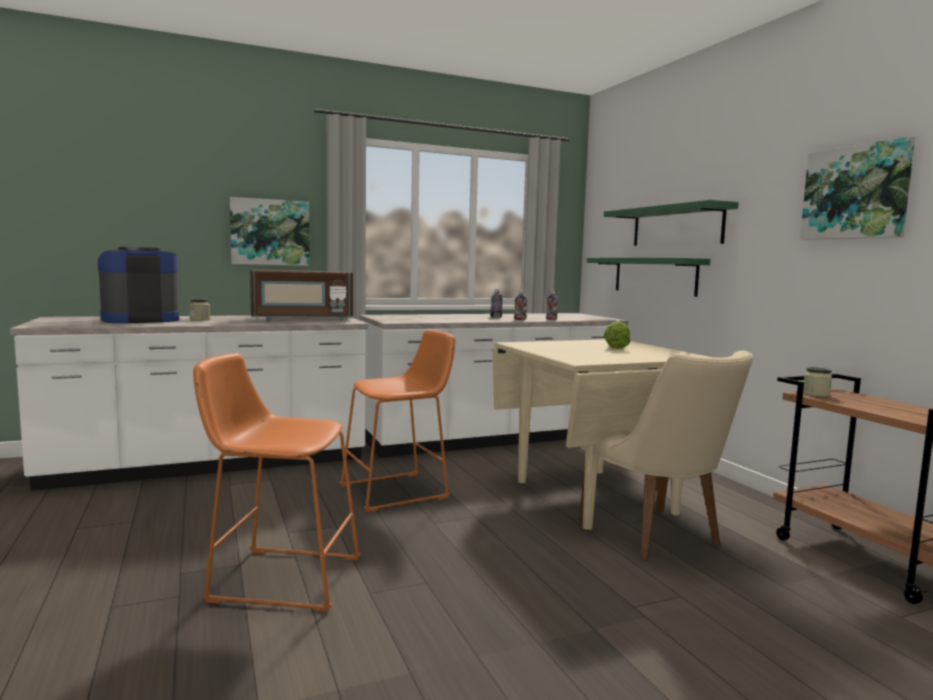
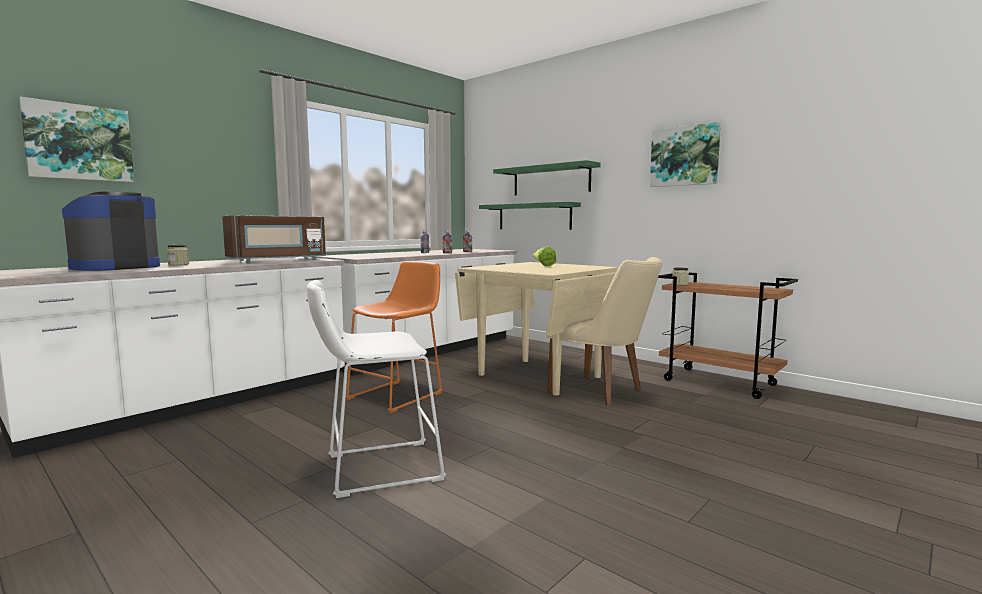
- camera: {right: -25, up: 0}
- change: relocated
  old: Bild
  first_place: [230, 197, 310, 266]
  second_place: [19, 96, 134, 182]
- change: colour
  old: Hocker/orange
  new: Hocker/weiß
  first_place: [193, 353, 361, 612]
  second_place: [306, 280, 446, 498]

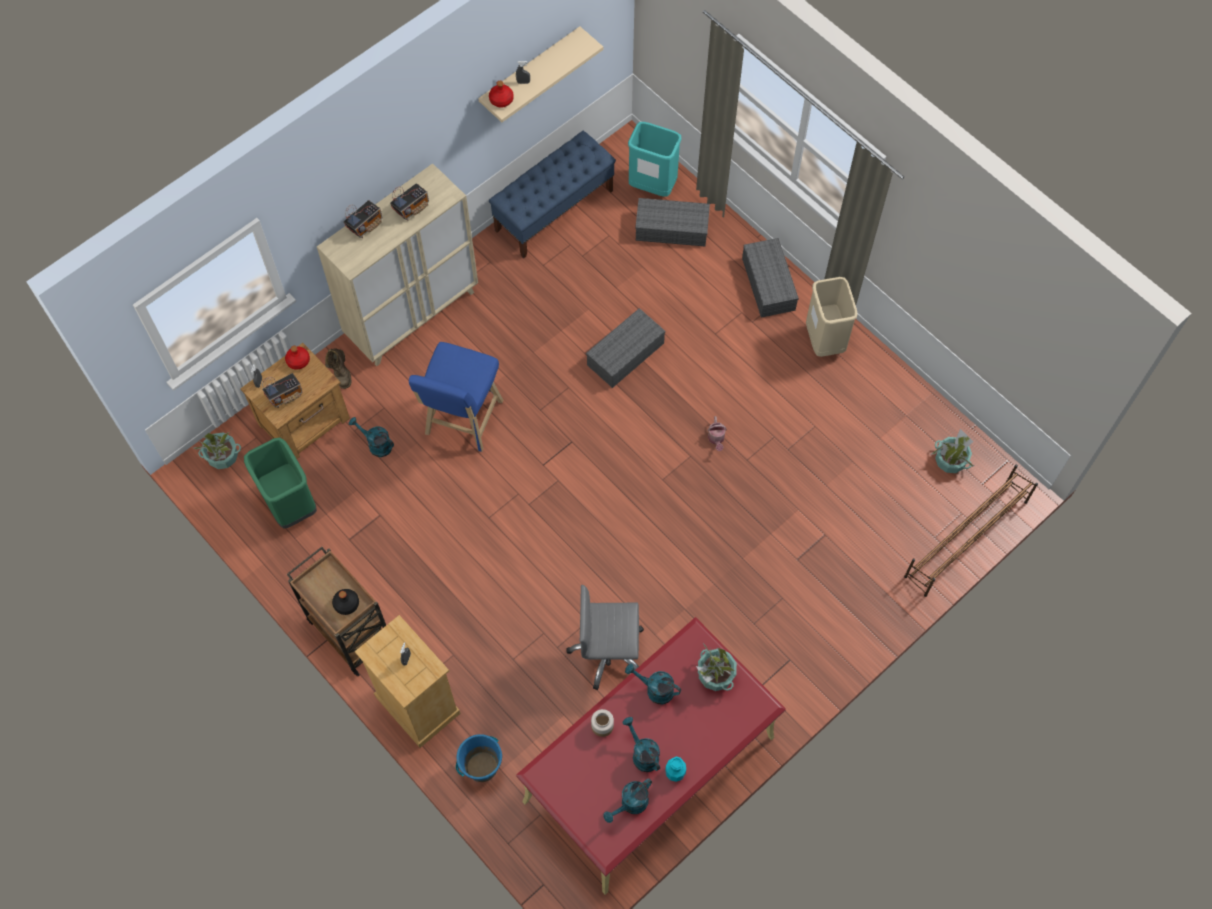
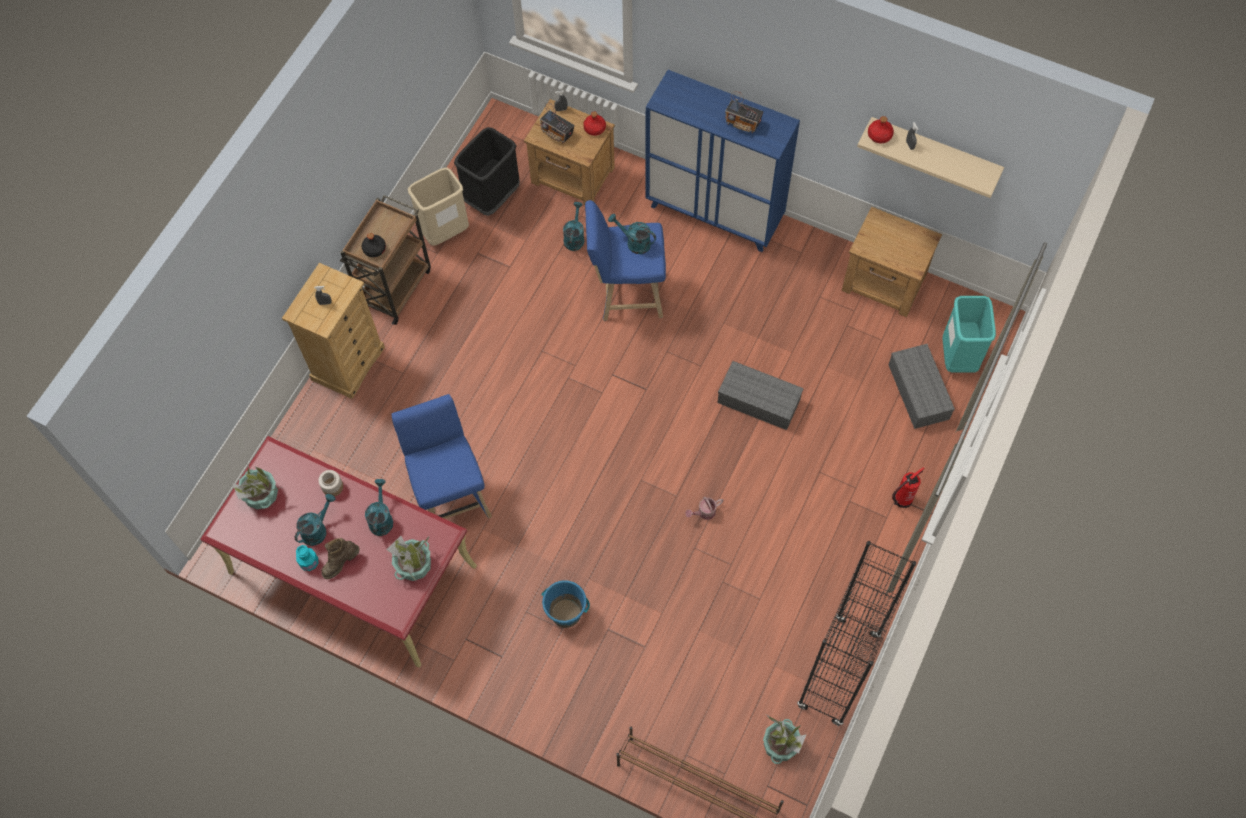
- camera: {right: 70, up: 0}
- change: exchanged
  old: Bank/blau
  new: Nachttisch/braun
  first_place: [489, 131, 616, 258]
  second_place: [842, 207, 942, 317]
- change: colour
  old: Schrank/beige
  new: Schrank/blau
  first_place: [317, 163, 478, 366]
  second_place: [645, 70, 800, 252]
- change: missing
  old: Radio
  first_place: [343, 200, 383, 238]
- change: exchanged
  old: Aufbewahrungsbox/grau
  new: Feuerlöscher
  first_place: [742, 238, 799, 318]
  second_place: [892, 467, 925, 508]
- change: relocated
  old: Mülleimer/beige
  first_place: [806, 277, 858, 357]
  second_place: [408, 168, 469, 246]
- change: relocated
  old: Stiefel/braun
  first_place: [325, 348, 351, 389]
  second_place: [322, 538, 360, 579]
- change: relocated
  old: Topfpflanze
  first_place: [194, 431, 241, 469]
  second_place: [232, 465, 282, 510]
- change: colour
  old: Mülleimer/grün
  new: Mülleimer/schwarz
  first_place: [244, 438, 317, 529]
  second_place: [454, 127, 520, 216]
- change: exchanged
  old: Bürostuhl/grau
  new: Hocker/blau
  first_place: [566, 585, 644, 690]
  second_place: [392, 394, 492, 519]
- change: relocated
  old: Eimer/blau
  first_place: [456, 734, 502, 782]
  second_place: [541, 580, 590, 628]
- change: relocated
  old: Gießkanne/türkis
  first_place: [603, 778, 652, 823]
  second_place: [608, 214, 656, 254]
- change: appeared
  new: Bücherregal/schwarz
  second_place: [797, 541, 916, 727]

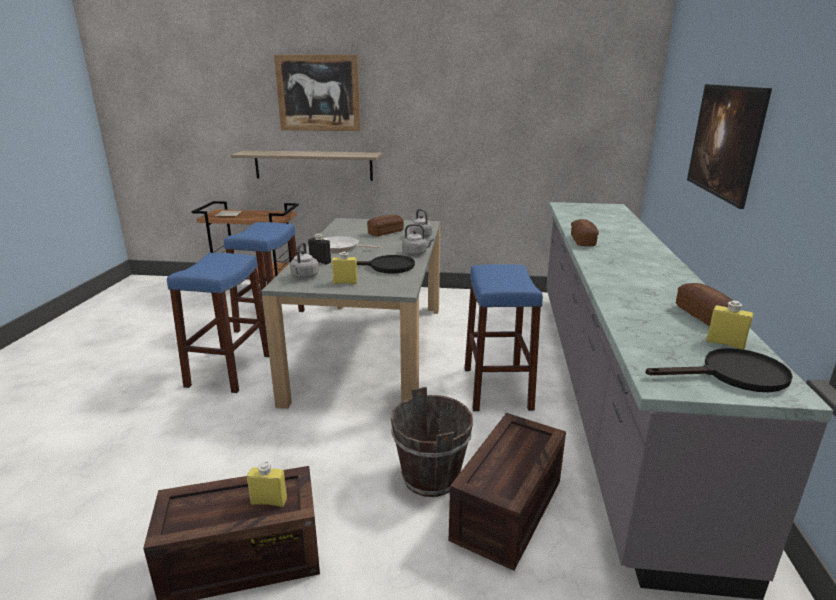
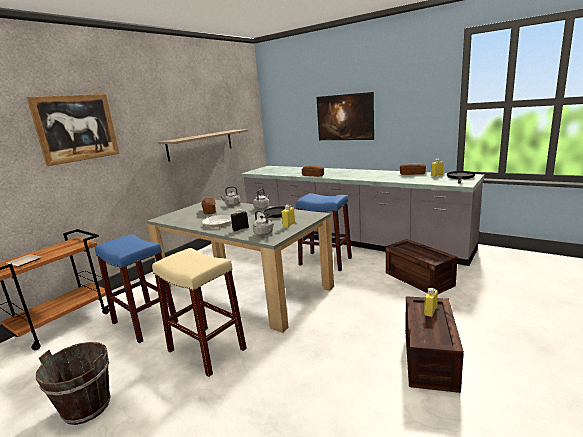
- camera: {right: -60, up: -5}
- change: relocated
  old: Wandregal
  first_place: [231, 150, 382, 181]
  second_place: [158, 129, 248, 162]
- change: colour
  old: Hocker/blau
  new: Hocker/beige
  first_place: [167, 253, 269, 393]
  second_place: [152, 248, 247, 377]
- change: relocated
  old: Eimer/braun
  first_place: [391, 387, 473, 497]
  second_place: [36, 342, 111, 425]

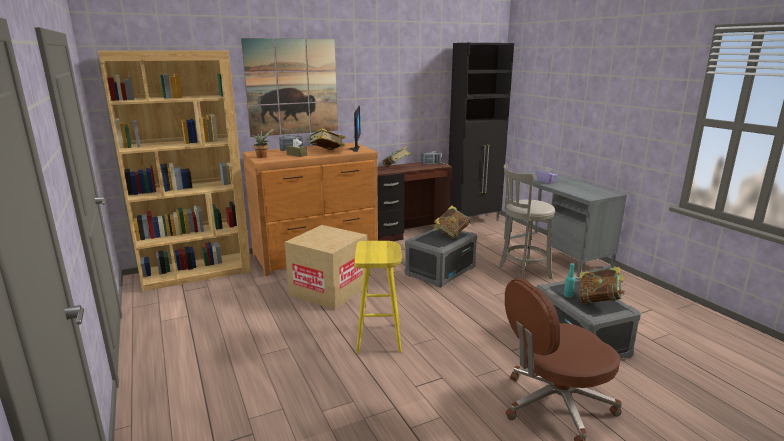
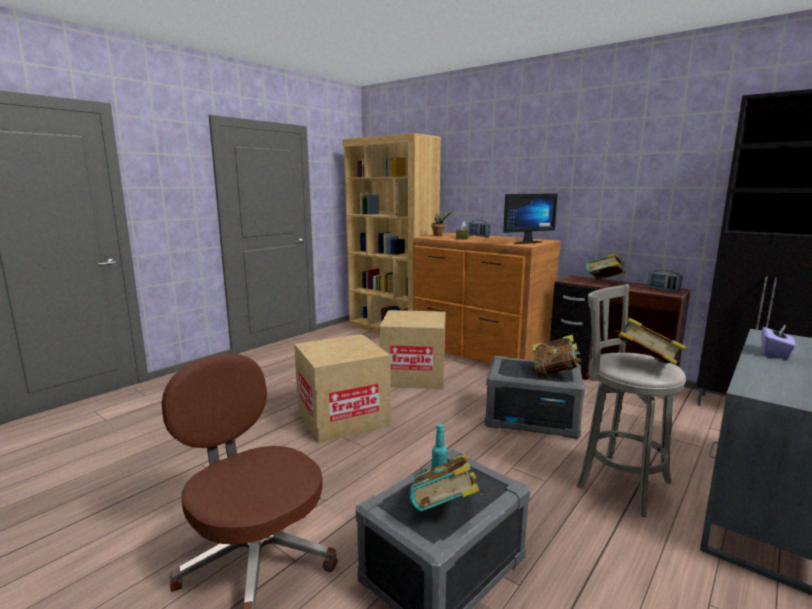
- camera: {right: 65, up: -5}
- change: missing
  old: Bild
  first_place: [241, 38, 338, 137]
- change: relocated
  old: Buch
  first_place: [308, 128, 345, 150]
  second_place: [615, 318, 686, 364]
- change: exchanged
  old: Hocker/gelb
  new: Karton
  first_place: [354, 241, 402, 353]
  second_place: [294, 334, 391, 443]

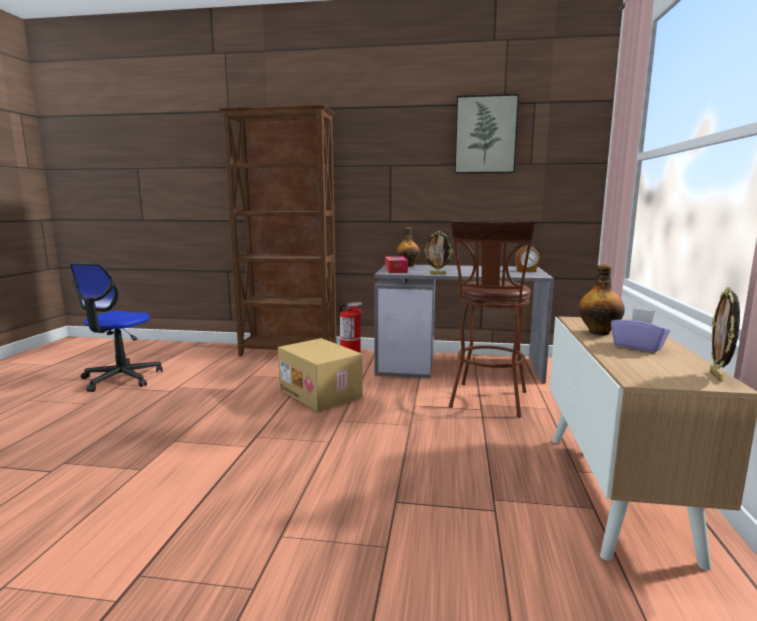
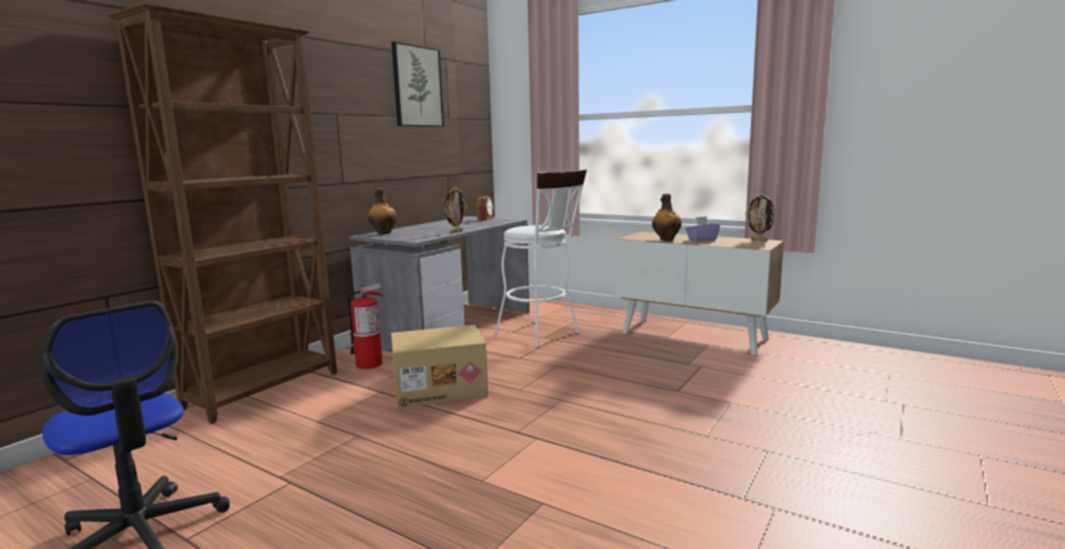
- camera: {right: -65, up: 0}
- change: colour
  old: Hocker/braun
  new: Hocker/weiß
  first_place: [449, 220, 535, 417]
  second_place: [494, 169, 587, 348]
- change: missing
  old: Taschentuchbox
  first_place: [385, 256, 408, 273]

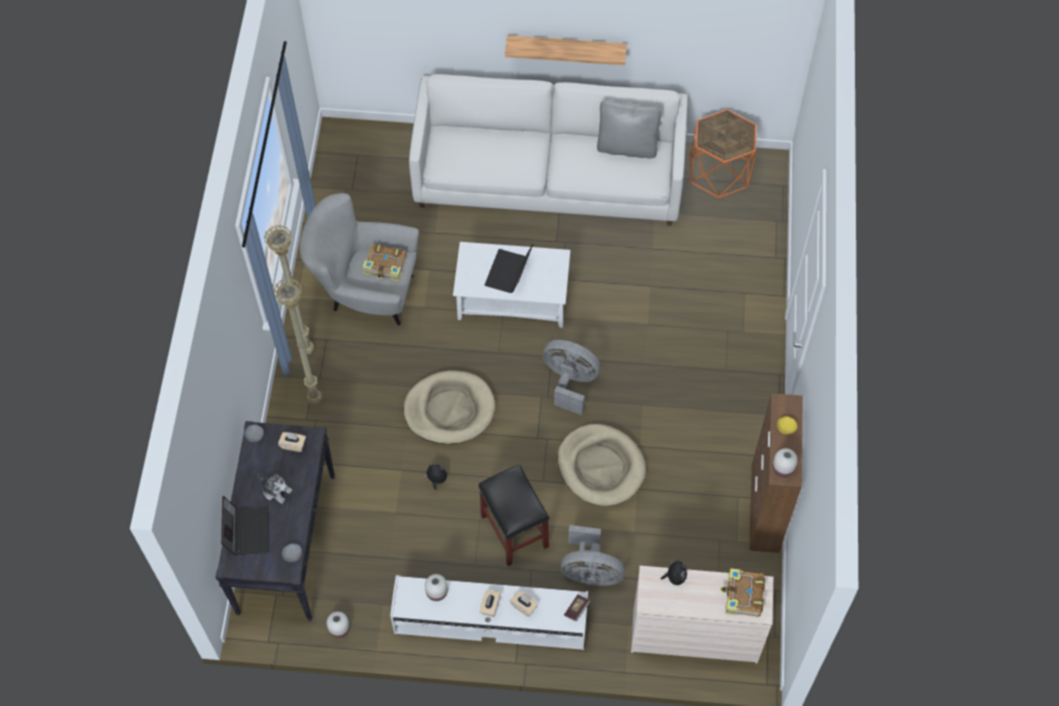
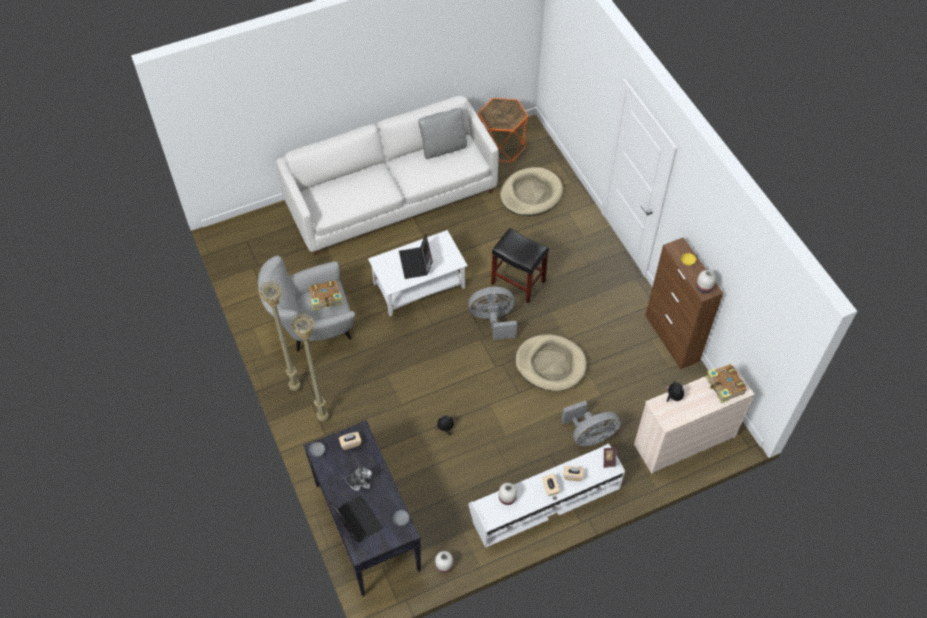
- camera: {right: -30, up: -5}
- change: missing
  old: Wandregal
  first_place: [505, 35, 627, 65]
- change: relocated
  old: Hundebett/beige
  first_place: [404, 371, 495, 444]
  second_place: [500, 167, 563, 216]
- change: relocated
  old: Hocker/schwarz
  first_place: [479, 464, 549, 566]
  second_place: [491, 228, 549, 304]

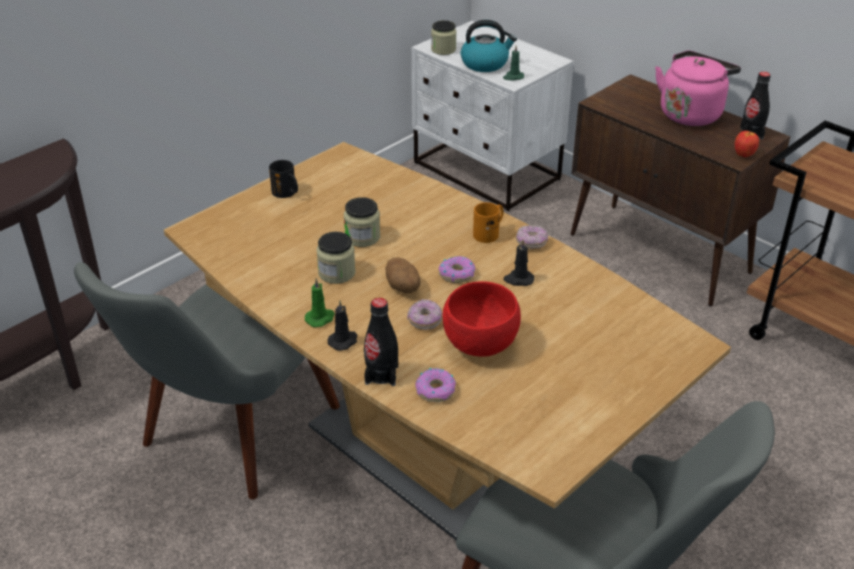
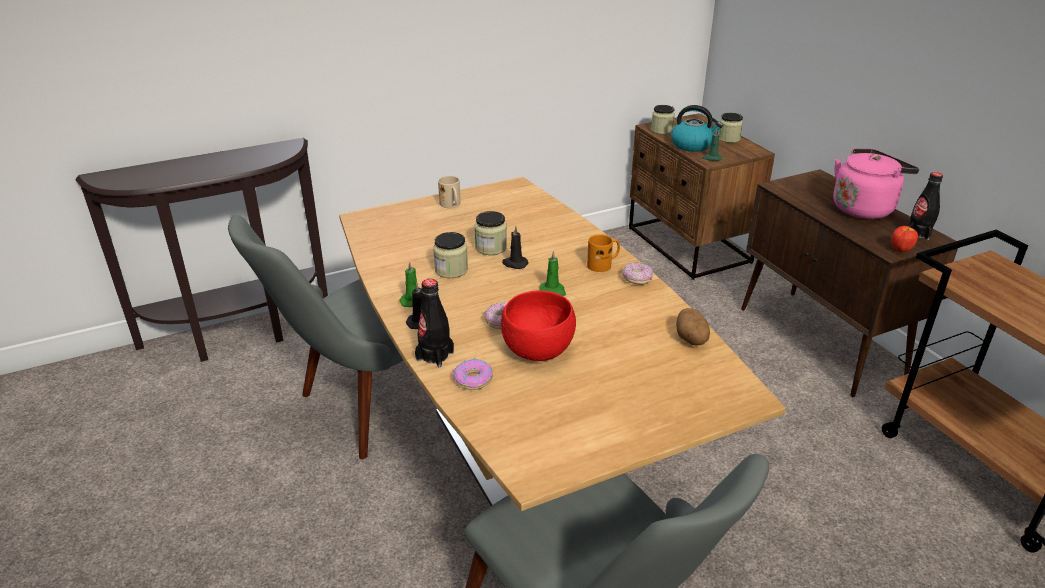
- camera: {right: 20, up: -5}
- change: colour
  old: Nachttisch/weiß
  new: Nachttisch/braun
  first_place: [411, 21, 574, 211]
  second_place: [629, 113, 775, 280]
- change: colour
  old: Henkelbecher/schwarz
  new: Henkelbecher/beige
  first_place: [269, 160, 298, 198]
  second_place: [438, 176, 461, 208]
- change: relocated
  old: Kerze/schwarz
  first_place: [503, 239, 534, 286]
  second_place: [502, 225, 529, 269]
- change: exchanged
  old: Donut
  new: Kerze/grün
  first_place: [439, 256, 476, 283]
  second_place: [539, 250, 566, 296]
- change: relocated
  old: Kartoffel
  first_place: [385, 257, 421, 293]
  second_place: [676, 308, 710, 346]
- change: appeared
  new: Vorratsglas
  second_place: [718, 113, 743, 143]

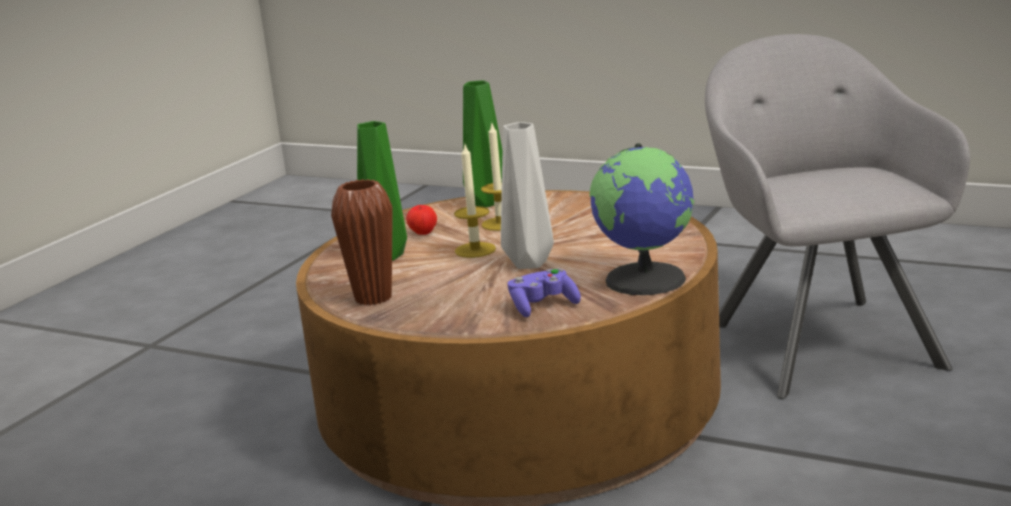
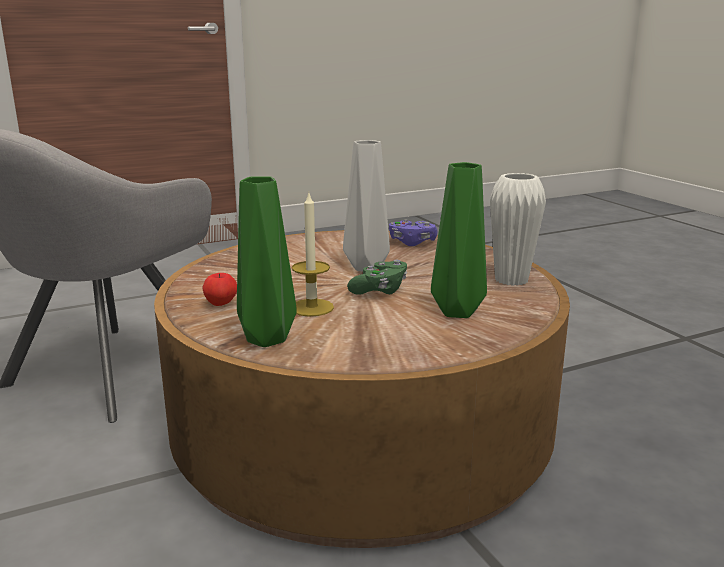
- camera: {right: -145, up: 0}
- change: missing
  old: Globus
  first_place: [590, 143, 694, 295]
- change: exchanged
  old: Kerze
  new: Gamepad/grün
  first_place: [454, 145, 496, 258]
  second_place: [347, 260, 408, 295]
- change: colour
  old: Vase/braun
  new: Vase/weiß
  first_place: [331, 179, 393, 305]
  second_place: [490, 173, 546, 286]
- change: relocated
  old: Apfel
  first_place: [406, 205, 437, 235]
  second_place: [203, 273, 237, 306]

